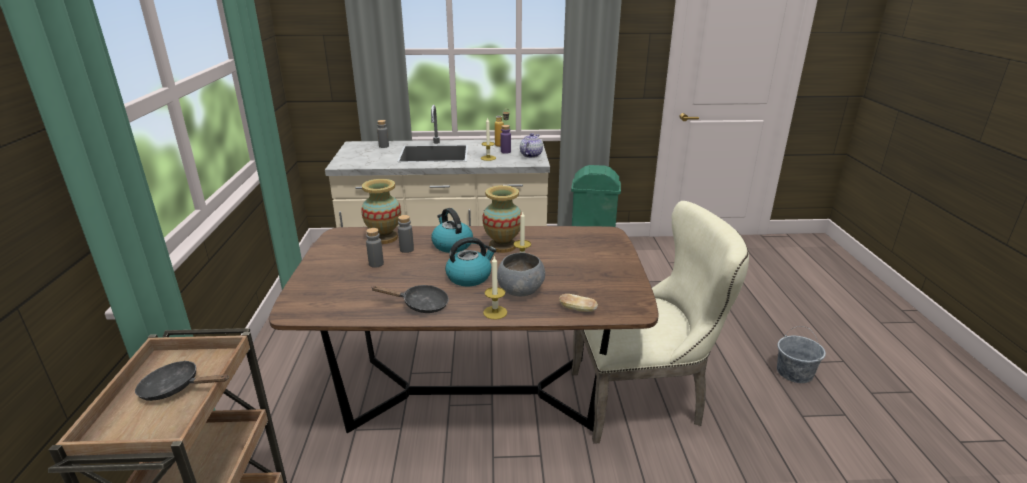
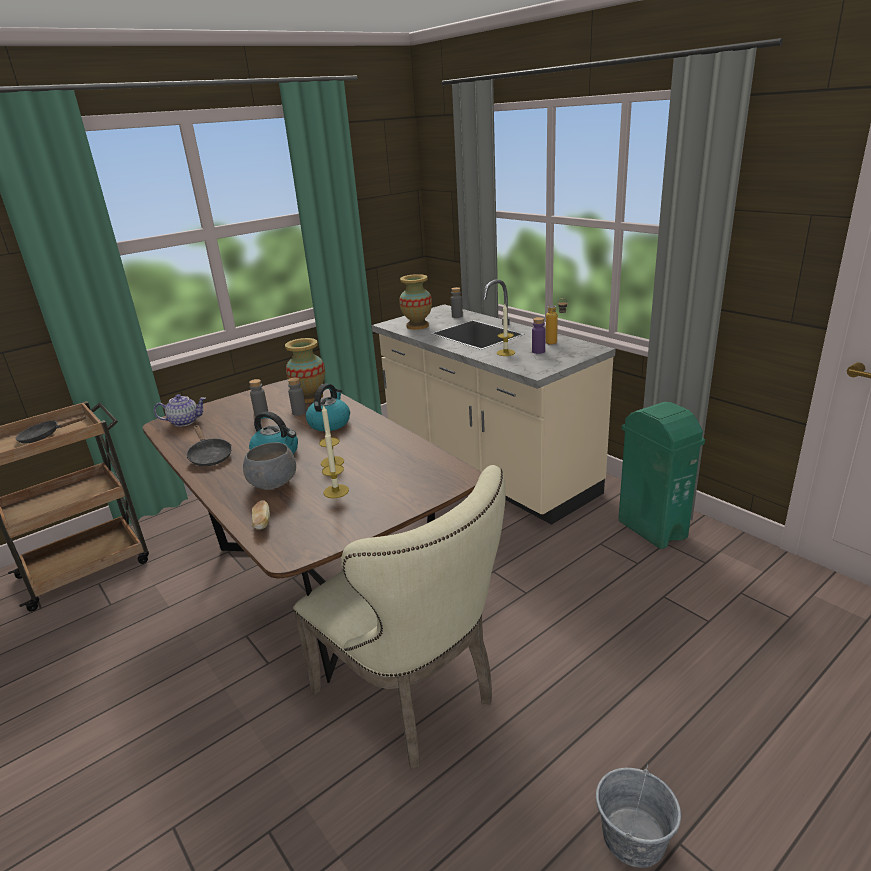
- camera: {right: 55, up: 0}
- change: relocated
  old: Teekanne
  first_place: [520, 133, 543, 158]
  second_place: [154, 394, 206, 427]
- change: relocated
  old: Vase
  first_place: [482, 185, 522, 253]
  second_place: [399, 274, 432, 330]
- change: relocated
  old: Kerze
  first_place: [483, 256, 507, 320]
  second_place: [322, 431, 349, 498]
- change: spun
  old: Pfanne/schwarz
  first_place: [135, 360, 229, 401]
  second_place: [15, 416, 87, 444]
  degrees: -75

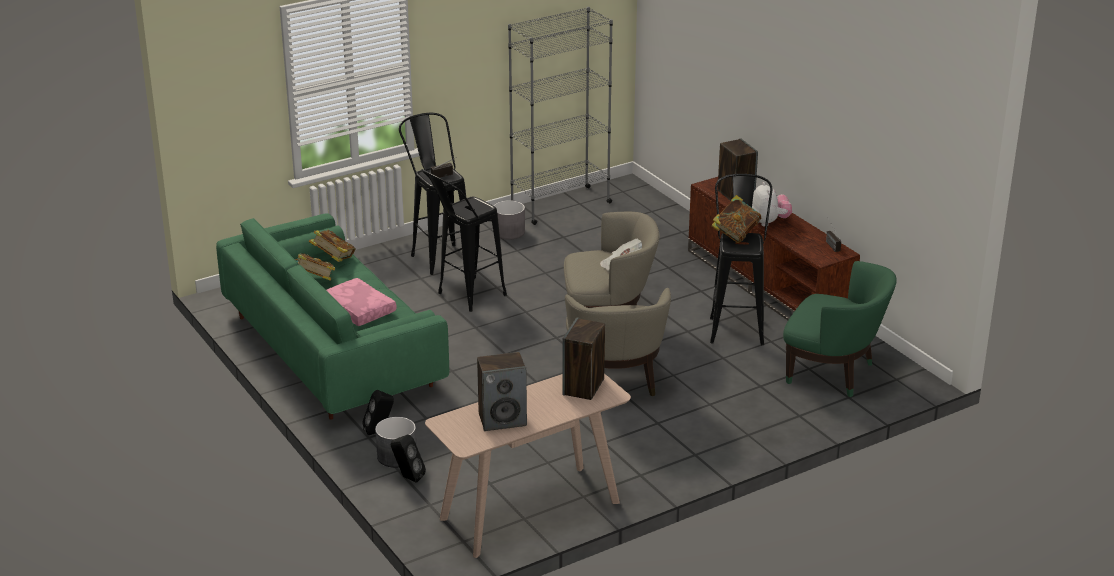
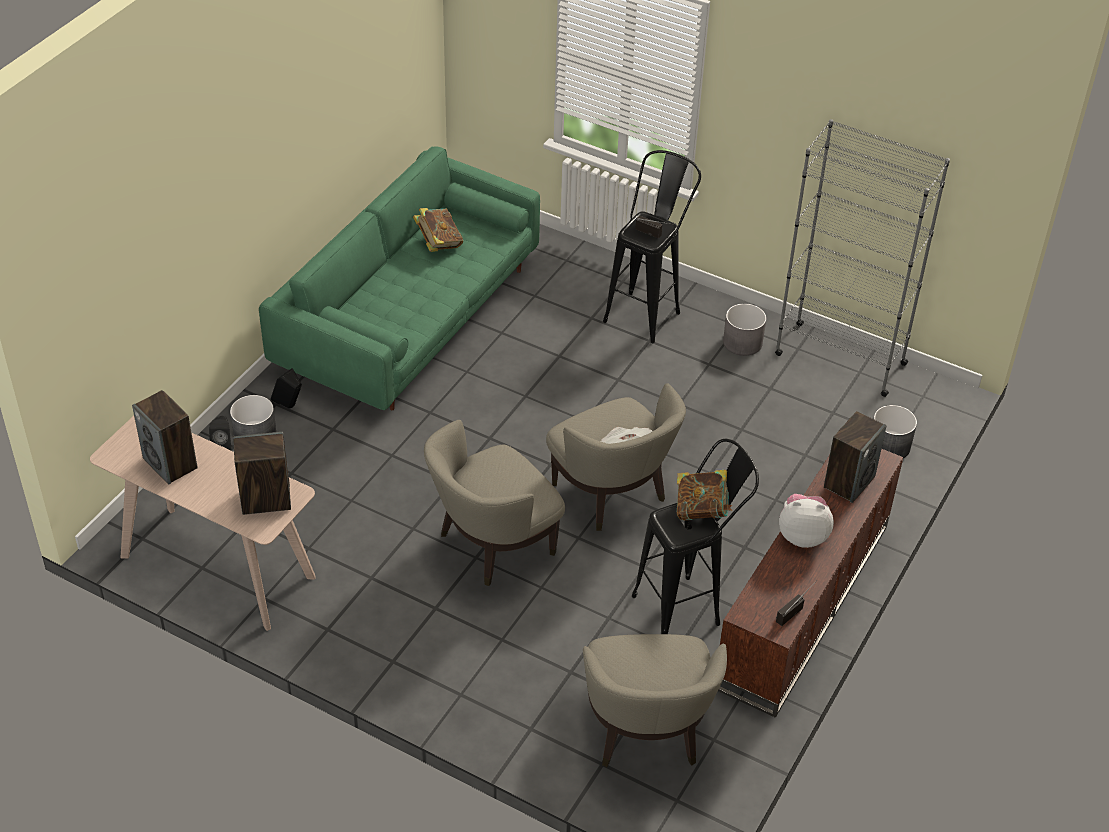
- camera: {right: 60, up: 15}
- change: missing
  old: Hocker/schwarz
  first_place: [421, 169, 507, 312]
- change: spun
  old: Plüschtier
  first_place: [752, 182, 792, 227]
  second_place: [779, 494, 834, 548]
  degrees: -135
- change: missing
  old: Buch
  first_place: [309, 230, 356, 262]
- change: colour
  old: Sessel/grün
  new: Sessel/beige
  first_place: [783, 261, 897, 397]
  second_place: [583, 634, 727, 767]
- change: missing
  old: Kissen/rosa
  first_place: [326, 278, 397, 326]
- change: appeared
  new: Pflanzkübel/grau
  second_place: [874, 405, 917, 458]

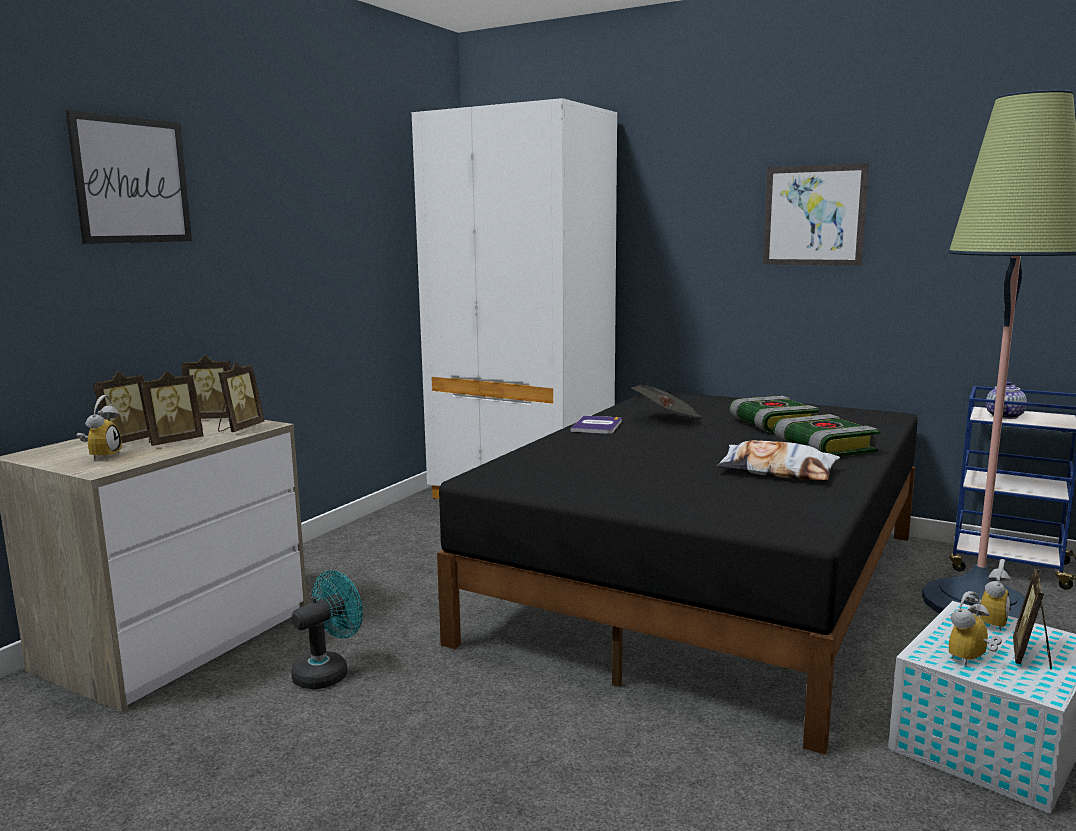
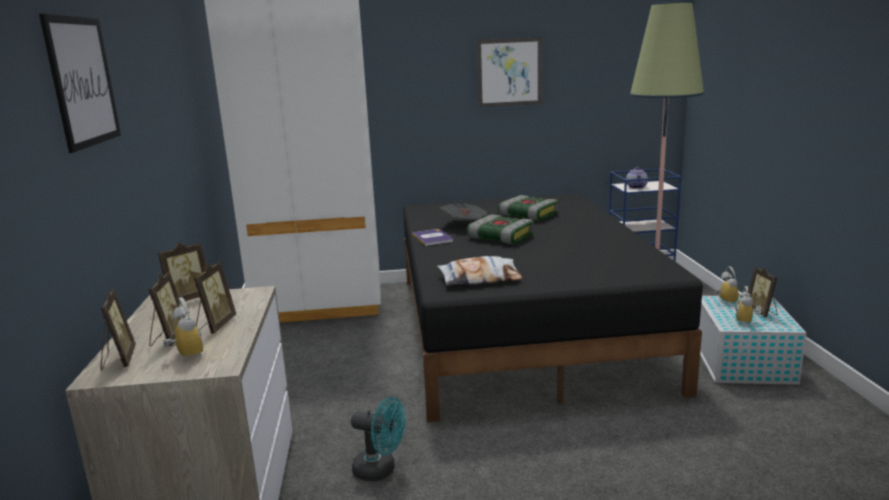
- camera: {right: -35, up: 5}
- change: relocated
  old: Bilderrahmen
  first_place: [218, 361, 265, 432]
  second_place: [100, 289, 136, 370]
- change: relocated
  old: Buch
  first_place: [773, 414, 879, 456]
  second_place: [467, 215, 534, 244]
- change: relocated
  old: Kissen
  first_place: [717, 440, 840, 480]
  second_place: [437, 256, 523, 286]
- change: spun
  old: Ventilator/türkis
  first_place: [291, 570, 363, 690]
  second_place: [351, 397, 405, 481]
  degrees: 105

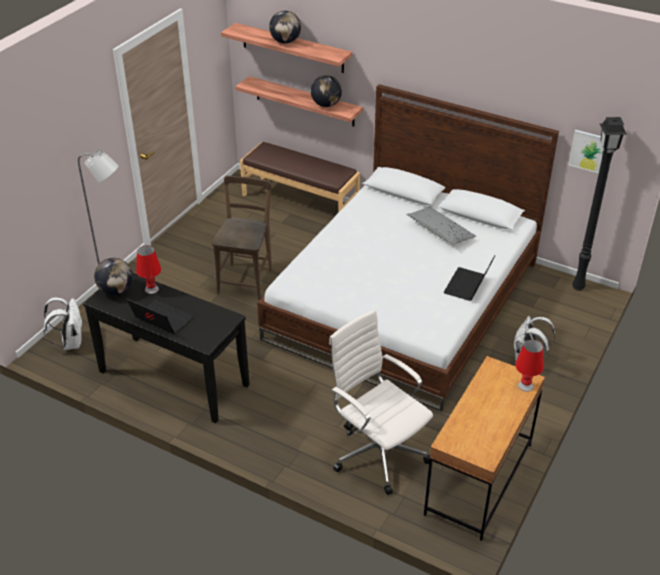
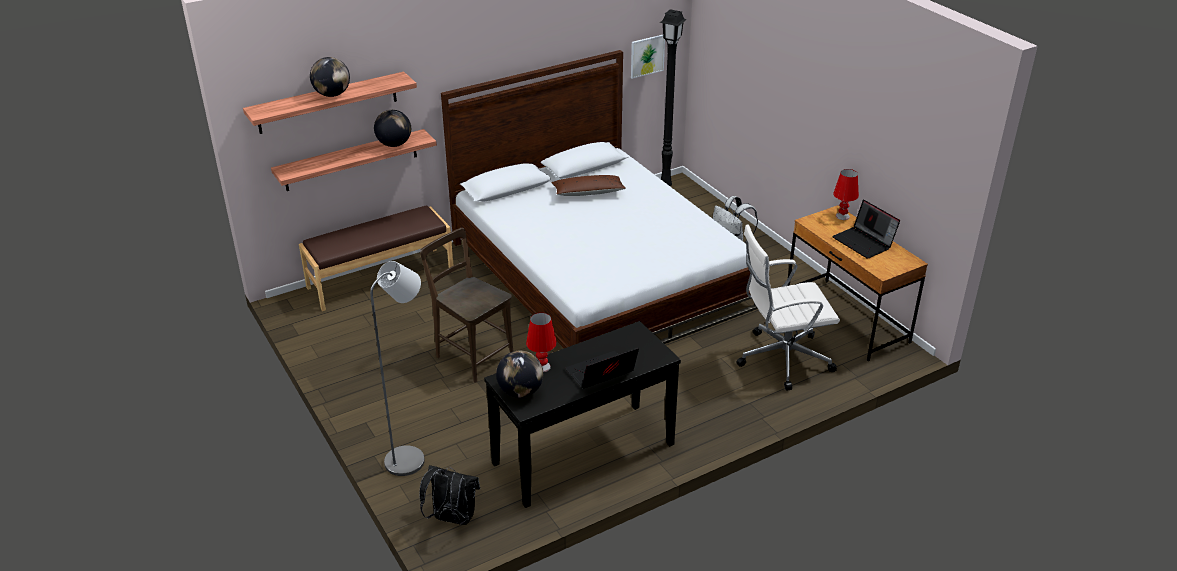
- camera: {right: -60, up: -5}
- change: colour
  old: Kissen/grau
  new: Kissen/braun
  first_place: [406, 207, 476, 245]
  second_place: [551, 175, 626, 196]
- change: relocated
  old: Laptop
  first_place: [444, 255, 495, 301]
  second_place: [832, 200, 900, 259]
- change: colour
  old: Rucksack/weiß
  new: Rucksack/schwarz
  first_place: [43, 297, 83, 350]
  second_place: [420, 465, 480, 525]

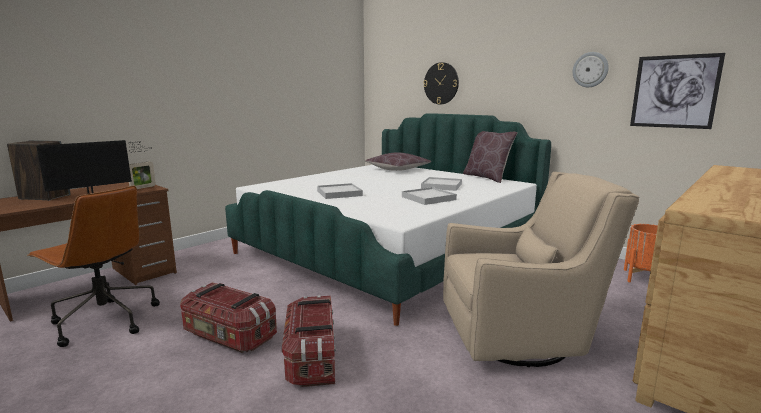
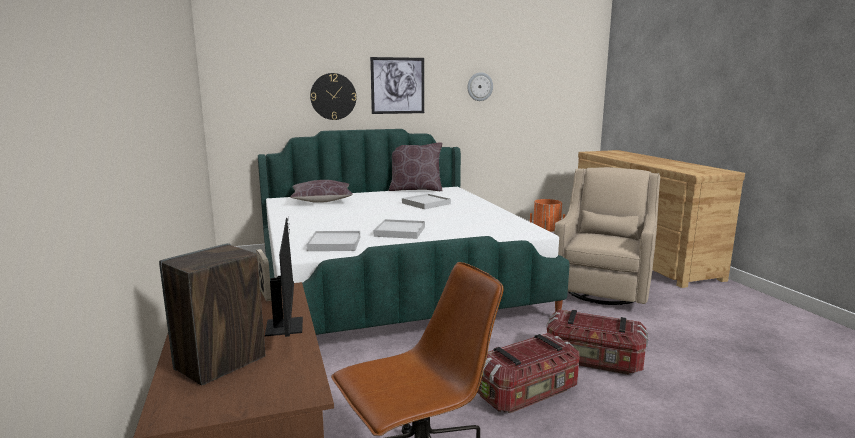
- camera: {right: -60, up: 0}
- change: relocated
  old: Bild
  first_place: [630, 53, 725, 129]
  second_place: [370, 57, 424, 114]
- change: relocated
  old: Tablett/weiß
  first_place: [402, 187, 457, 205]
  second_place: [306, 231, 360, 251]

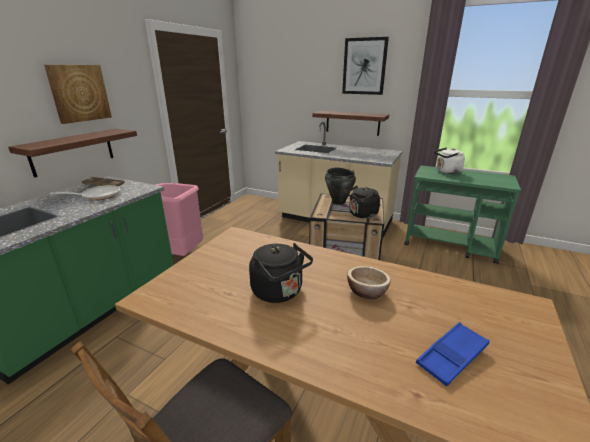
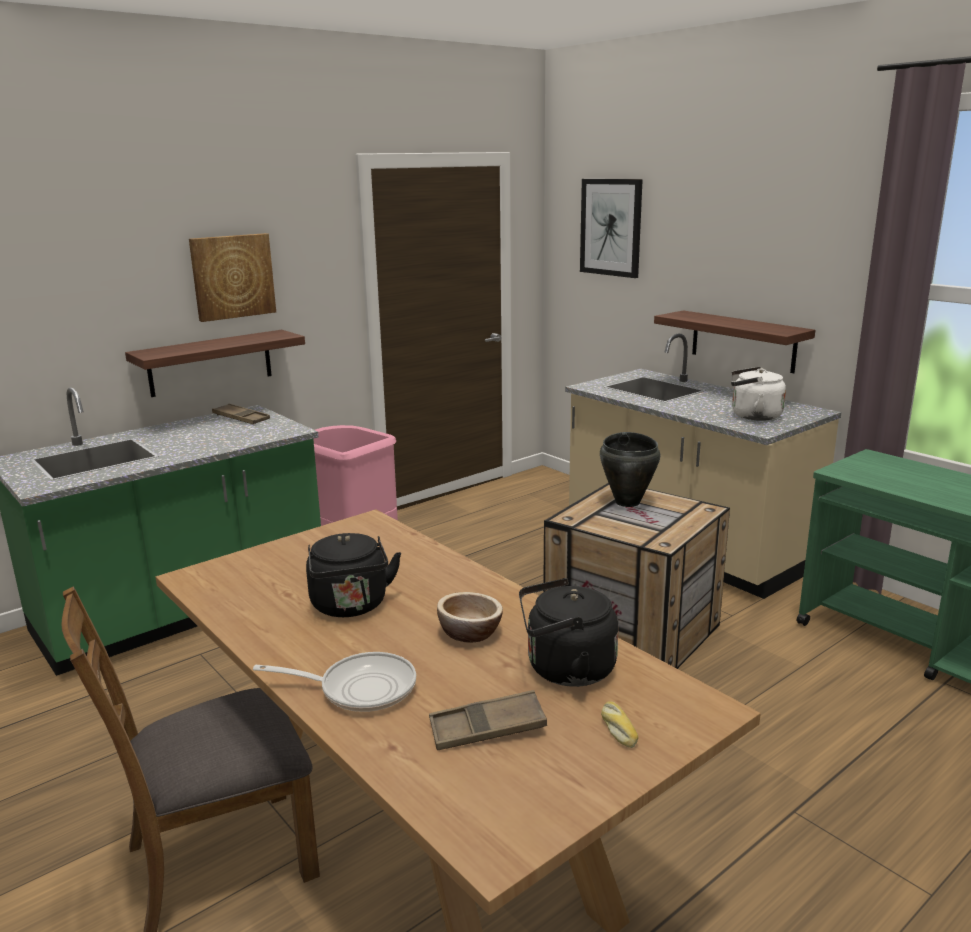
- camera: {right: 25, up: -5}
- change: relocated
  old: Bild
  first_place: [342, 37, 389, 95]
  second_place: [580, 179, 643, 278]
- change: relocated
  old: Wasserkessel/weiß
  first_place: [434, 147, 465, 174]
  second_place: [731, 367, 786, 421]
- change: relocated
  old: Pfanne
  first_place: [50, 185, 120, 200]
  second_place: [253, 652, 416, 712]
- change: relocated
  old: Wasserkessel/schwarz
  first_place: [345, 186, 380, 218]
  second_place: [519, 578, 619, 687]
- change: colour
  old: Tablett/blau
  new: Tablett/braun
  first_place: [416, 322, 490, 386]
  second_place: [429, 690, 547, 750]
- change: appeared
  new: Brot
  second_place: [601, 701, 639, 748]

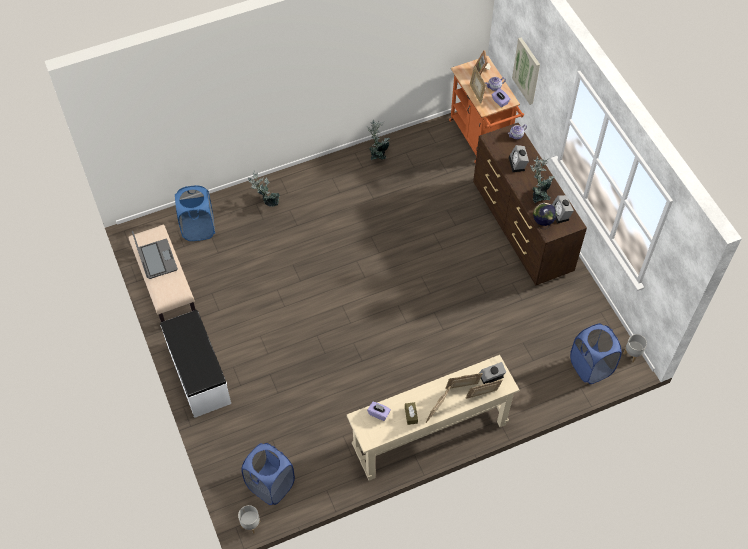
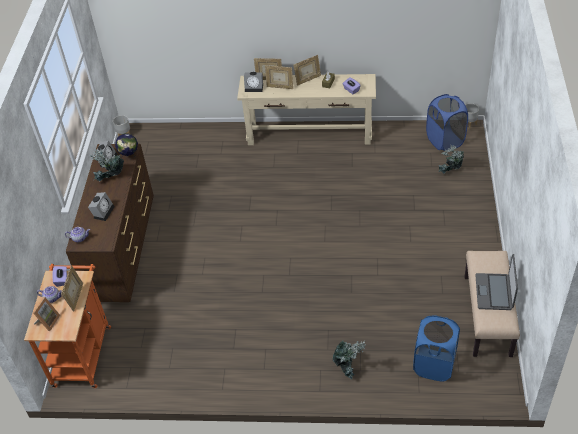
- camera: {right: -150, up: -10}
- change: missing
  old: Bild
  first_place: [512, 37, 540, 105]
- change: relocated
  old: Topfpflanze
  first_place: [367, 119, 390, 161]
  second_place: [438, 145, 464, 173]
- change: missing
  old: Bank/weiß
  first_place: [160, 310, 231, 418]
- change: missing
  old: Wäschekorb/blau
  first_place: [570, 323, 622, 384]

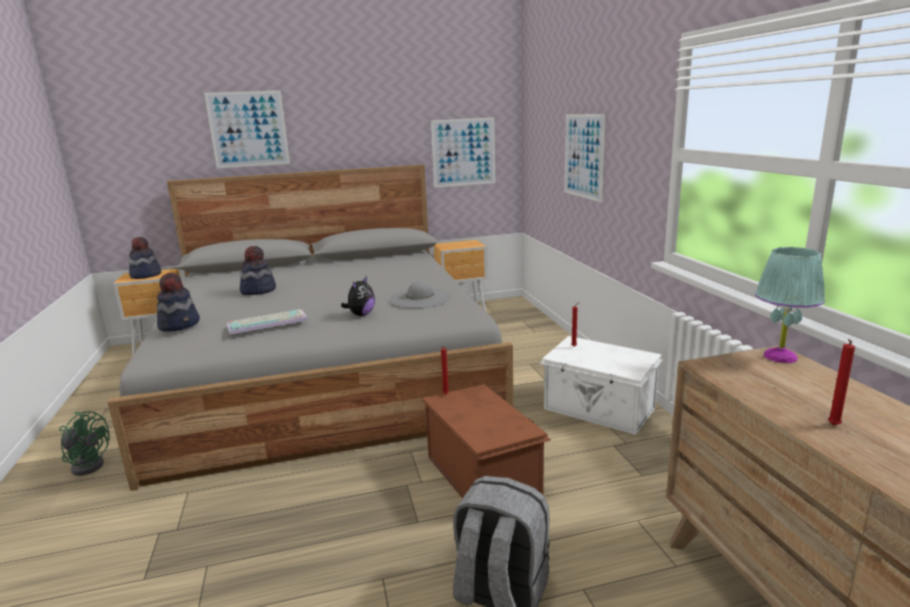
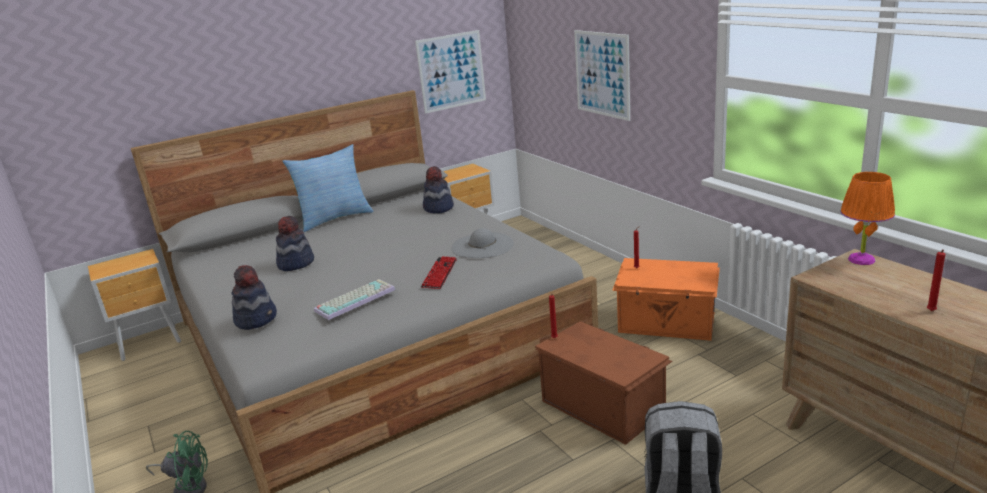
- camera: {right: -15, up: 5}
- change: missing
  old: Bild
  first_place: [204, 90, 290, 168]
- change: relocated
  old: Hut
  first_place: [129, 237, 161, 279]
  second_place: [423, 166, 454, 213]
- change: colour
  old: Tischlampe/türkis
  new: Tischlampe/orange
  first_place: [755, 247, 825, 363]
  second_place: [841, 172, 895, 265]
- change: exchanged
  old: Plüschtier
  new: Tastatur
  first_place: [341, 276, 375, 316]
  second_place: [421, 256, 457, 289]
- change: colour
  old: Aufbewahrungsbox/weiß
  new: Aufbewahrungsbox/orange
  first_place: [539, 336, 662, 435]
  second_place: [612, 258, 720, 341]
- change: appeared
  new: Kissen
  second_place: [282, 144, 374, 232]

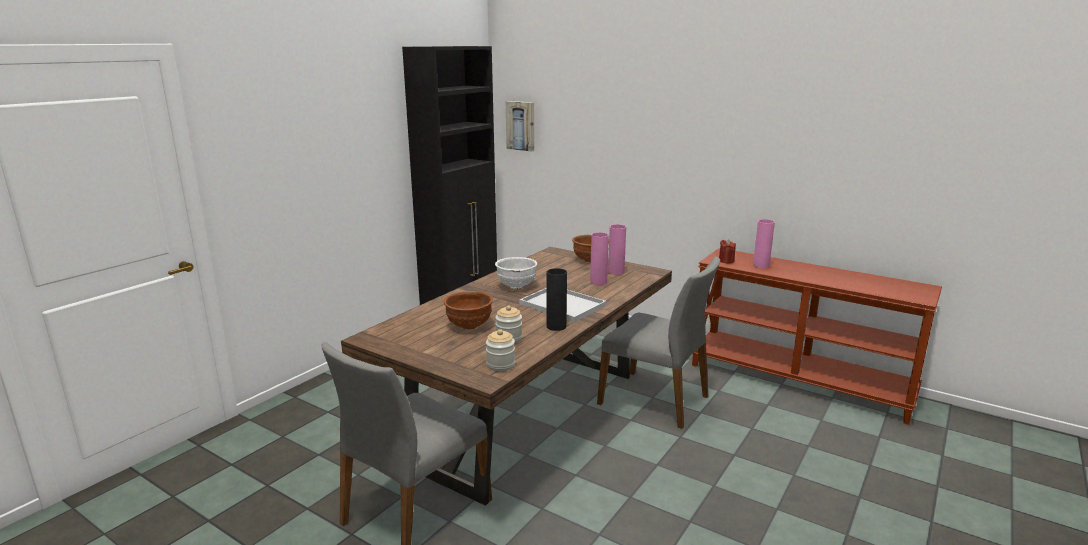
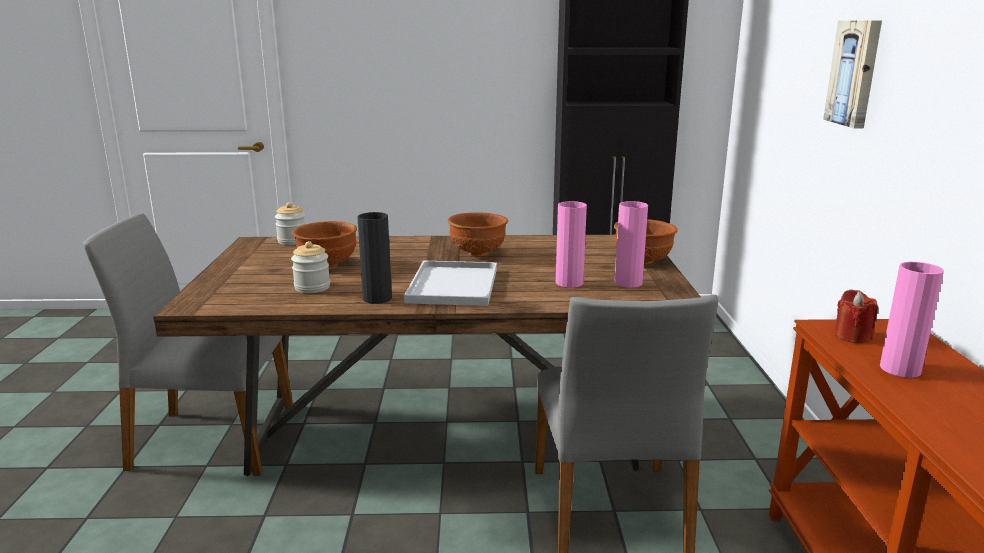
- camera: {right: 55, up: 0}
- change: relocated
  old: Bild
  first_place: [506, 101, 534, 152]
  second_place: [823, 20, 882, 129]
- change: colour
  old: Schüssel/weiß
  new: Schüssel/braun
  first_place: [495, 257, 537, 289]
  second_place: [448, 212, 508, 256]
- change: relocated
  old: Vorratsglas
  first_place: [486, 329, 515, 371]
  second_place: [275, 202, 306, 245]

